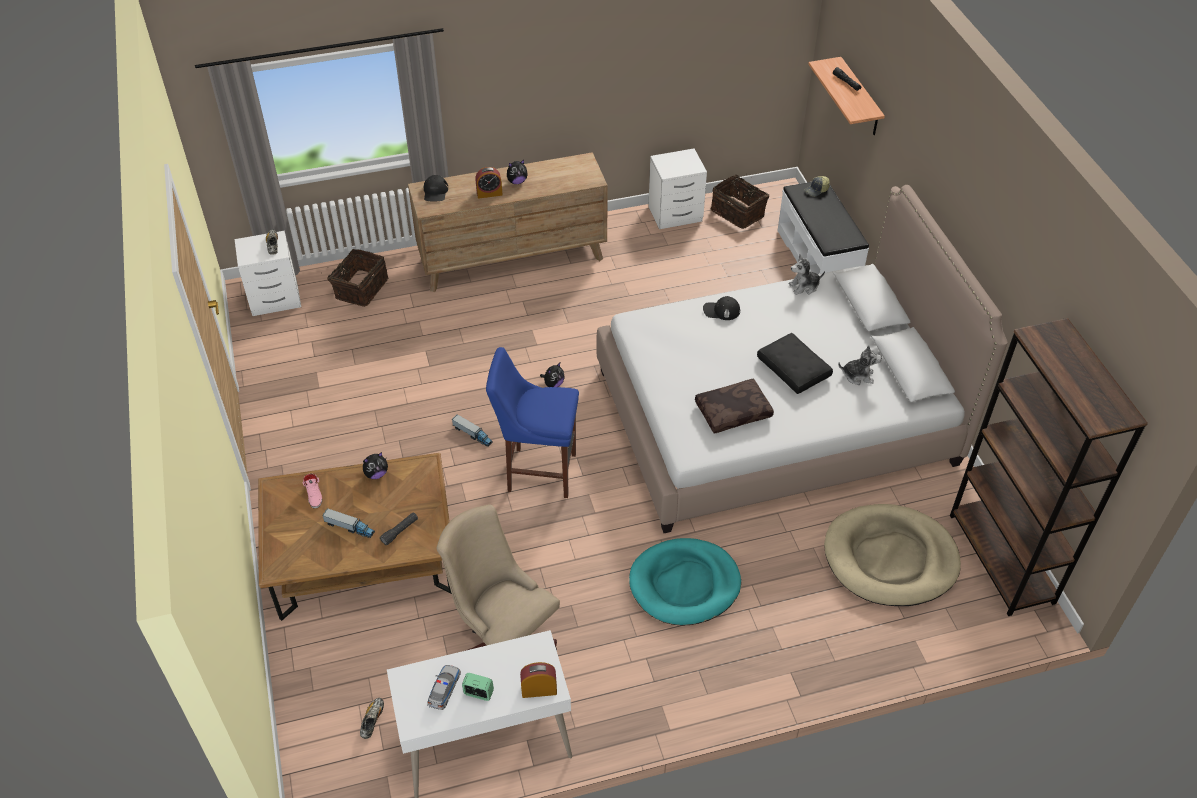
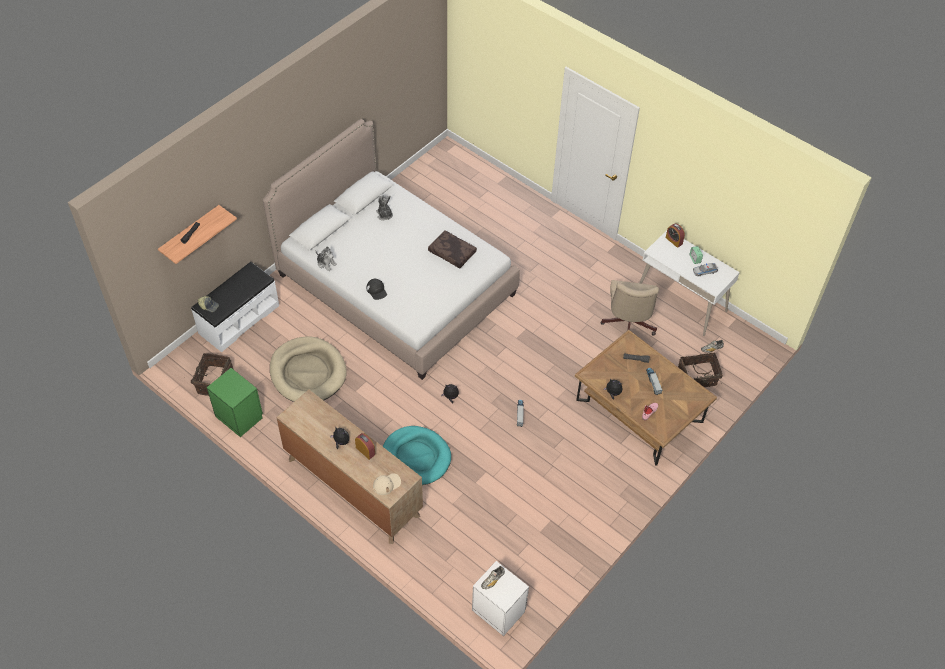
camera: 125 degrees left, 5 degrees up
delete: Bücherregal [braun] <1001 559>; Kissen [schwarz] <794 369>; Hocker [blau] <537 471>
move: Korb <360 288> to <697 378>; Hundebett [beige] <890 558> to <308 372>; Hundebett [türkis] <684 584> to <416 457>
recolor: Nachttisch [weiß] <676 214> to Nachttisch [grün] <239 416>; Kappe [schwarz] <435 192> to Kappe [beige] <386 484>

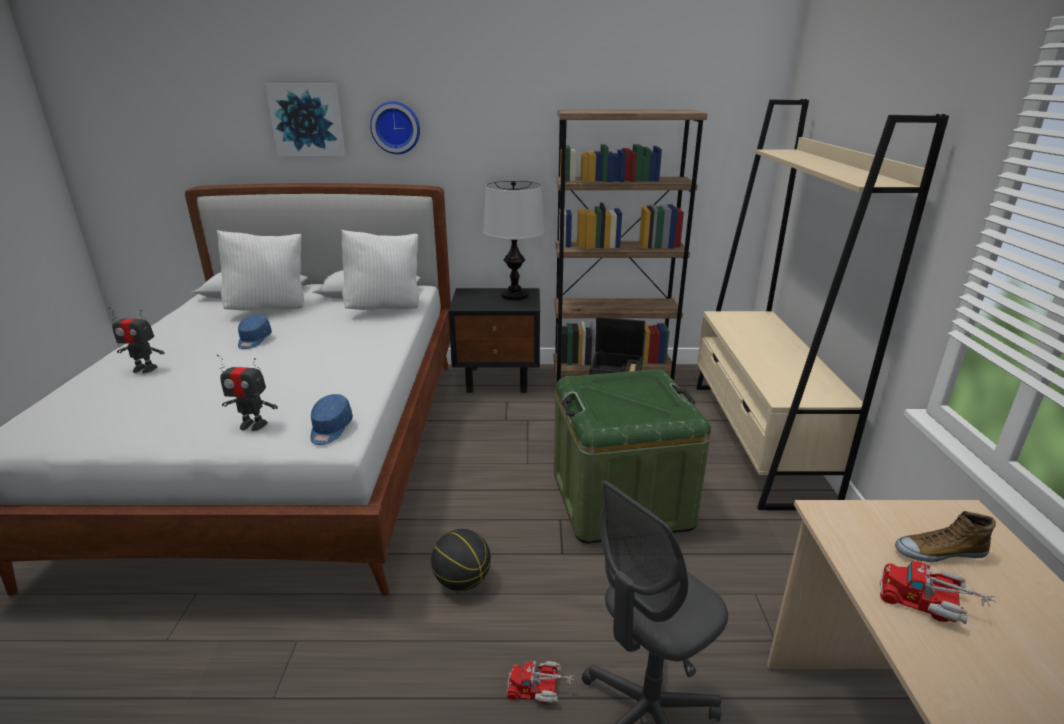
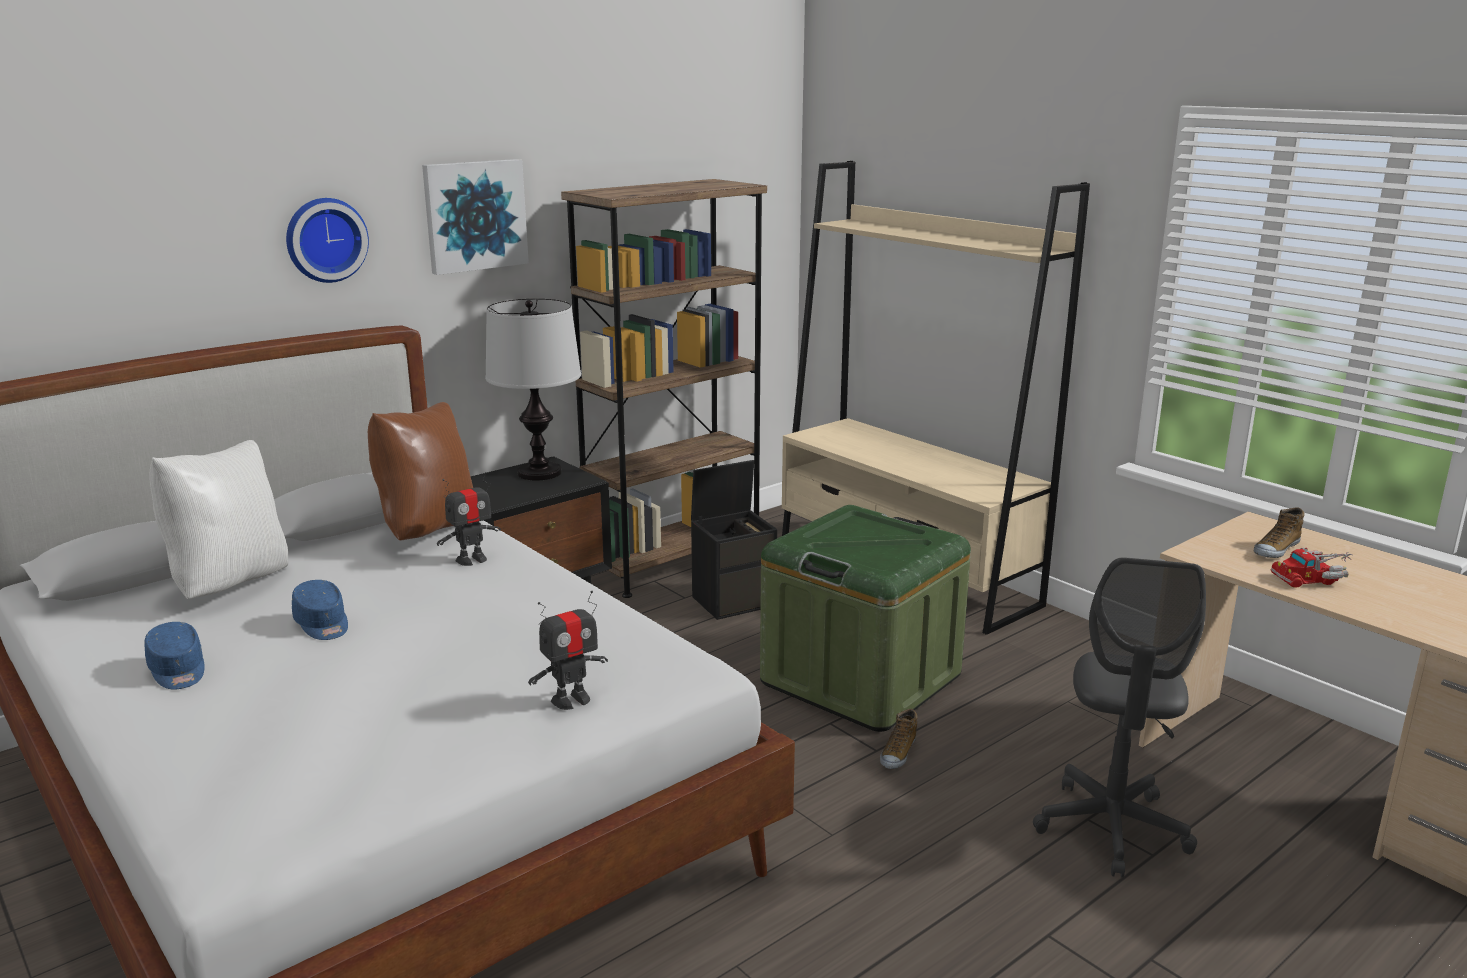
camera: 40 degrees left, 5 degrees down
delete: Basketball <462 581>; Spielzeuglaster <540 688>
insert: Schuh <897 753>
move: Bild <307 120> to <475 215>; Spielzeugroboter <144 369> to <471 560>; Kappe [blau] <330 429> to <178 671>
recolor: Kissen [weiß] <385 308> to Kissen [braun] <427 530>

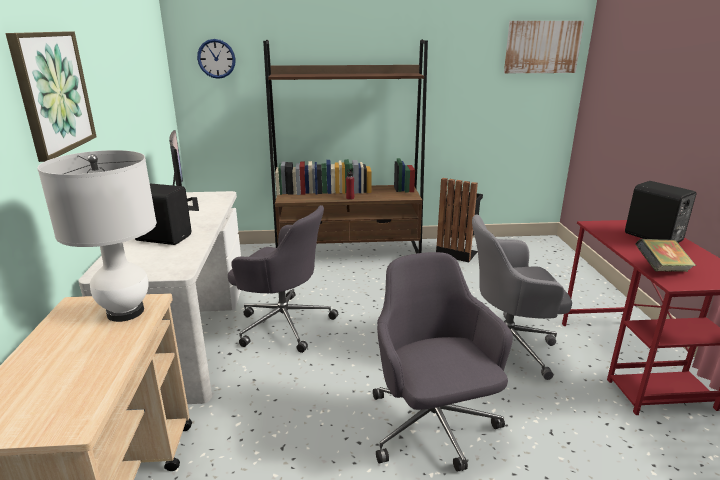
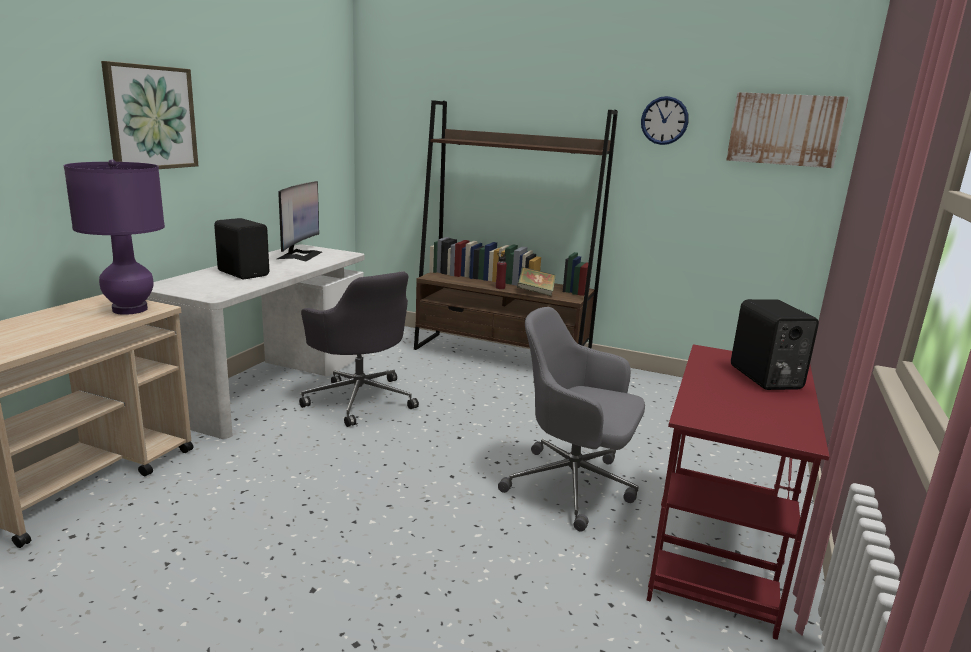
camera: 25 degrees right, 5 degrees down
delete: Mülleimer [schwarz] <457 252>; Bürostuhl [grau] <432 426>
move: Wanduhr <216 58> to <664 120>; Buch <661 270> to <535 292>
recolor: Tischlampe [weiß] <126 312> to Tischlampe [lila] <130 310>

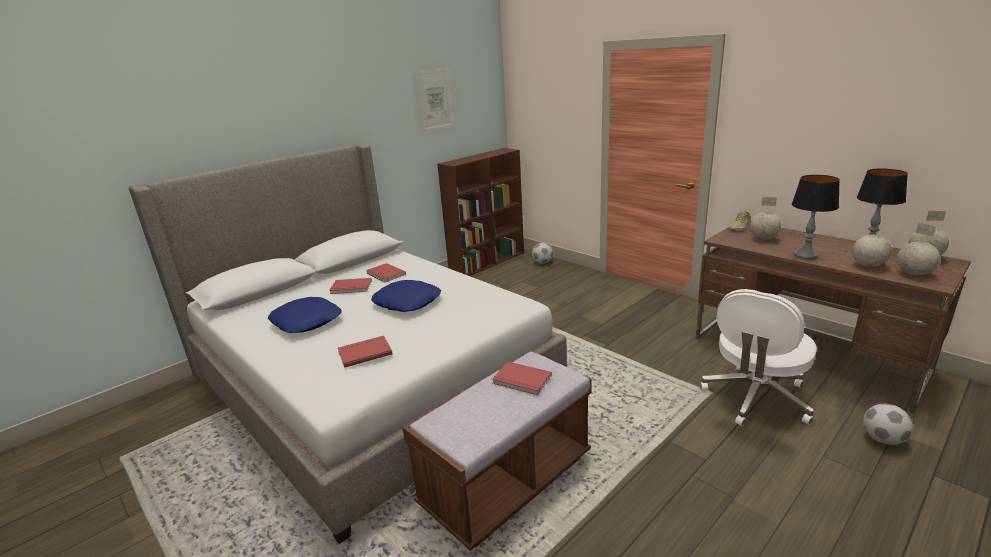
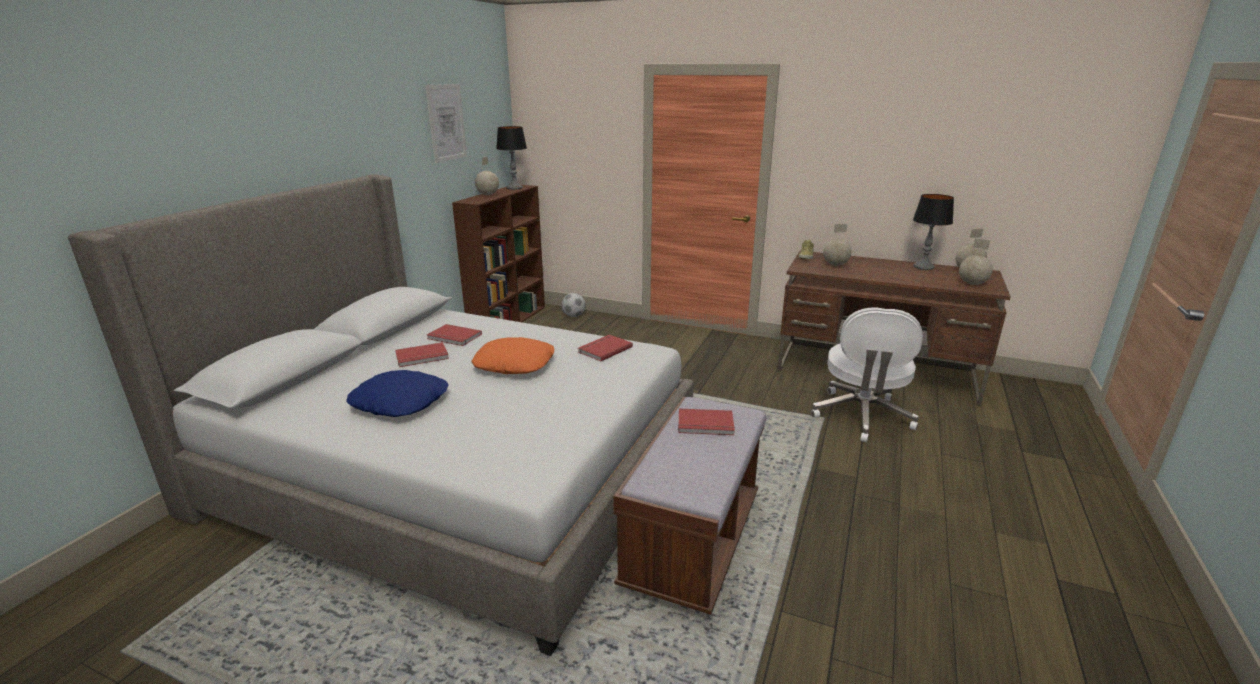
camera: 25 degrees left, 0 degrees up
delete: Fußball <883 439>
move: Tischlampe <805 255> to <514 188>; Globus <867 265> to <487 195>; Buch [rot] <364 352> to <604 349>
recolor: Kissen [blau] <407 302> to Kissen [orange] <515 364>

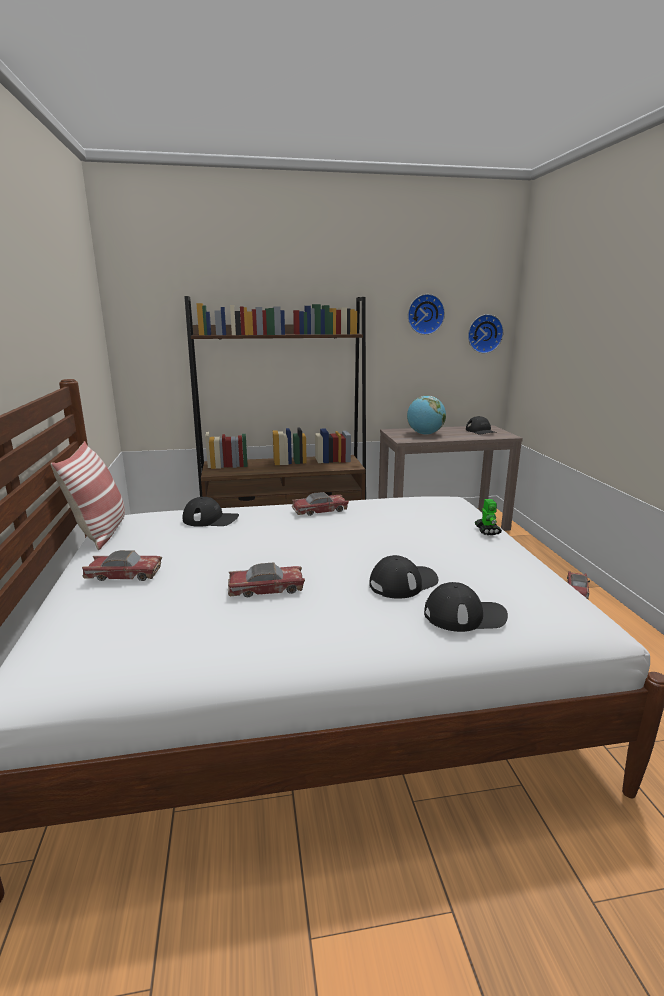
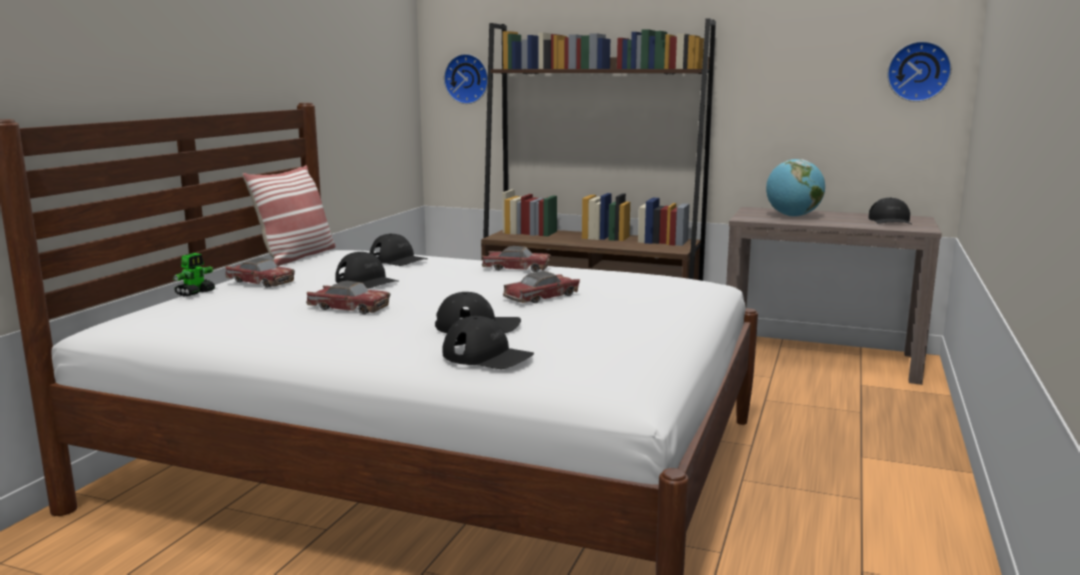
camera: 30 degrees right, 5 degrees down
insert: Kappe [schwarz] <367 281>
move: Wanduhr <425 314> to <467 79>; Spielzeugroboter <487 530> to <195 293>; Spielzeugauto <577 589> to <541 297>

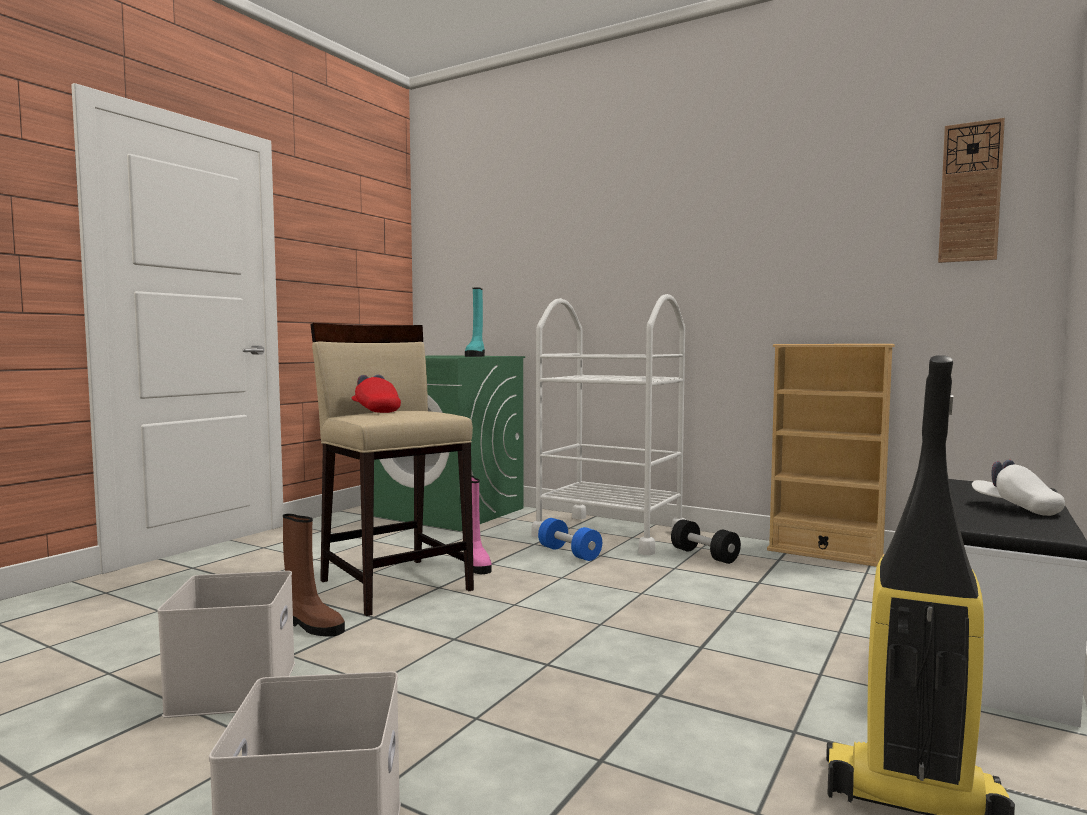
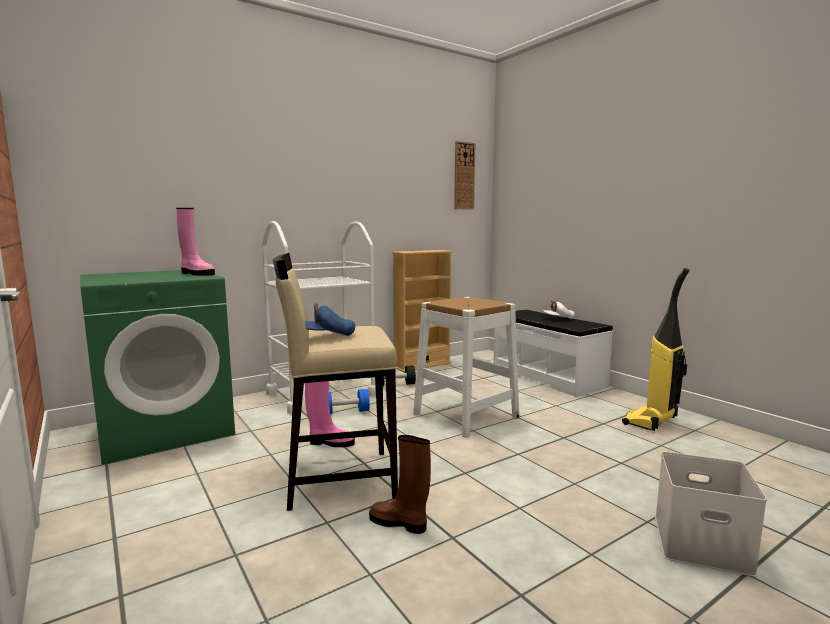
camera: 65 degrees left, 5 degrees up
delete: Aufbewahrungsbox [weiß] <232 686>
insert: Hocker [weiß] <465 415>
recolor: Stiefel [türkis] <475 356> to Stiefel [rosa] <196 274>; Kappe [rot] <375 410> to Kappe [blau] <327 335>
rotate: Stiefel [braun] <312 626> = <399 523> 120 degrees counterclockwise

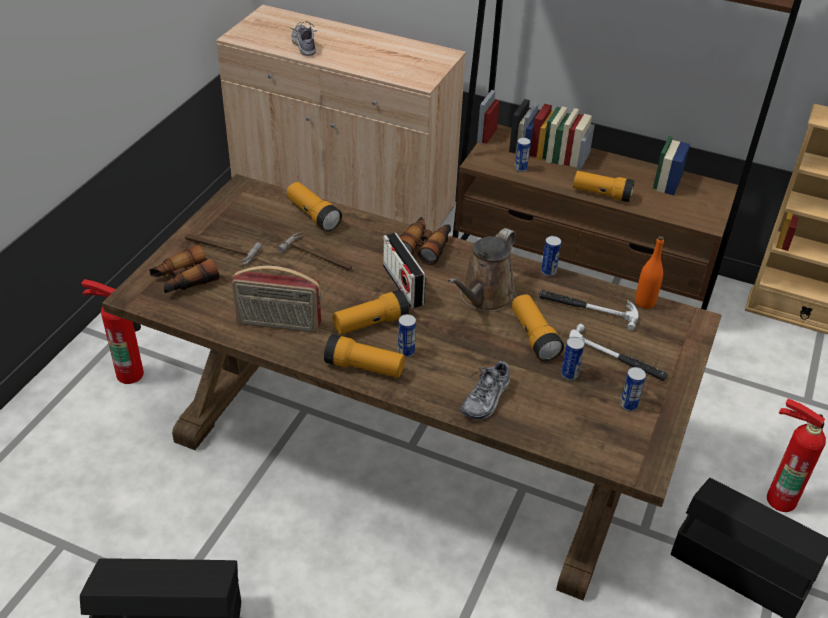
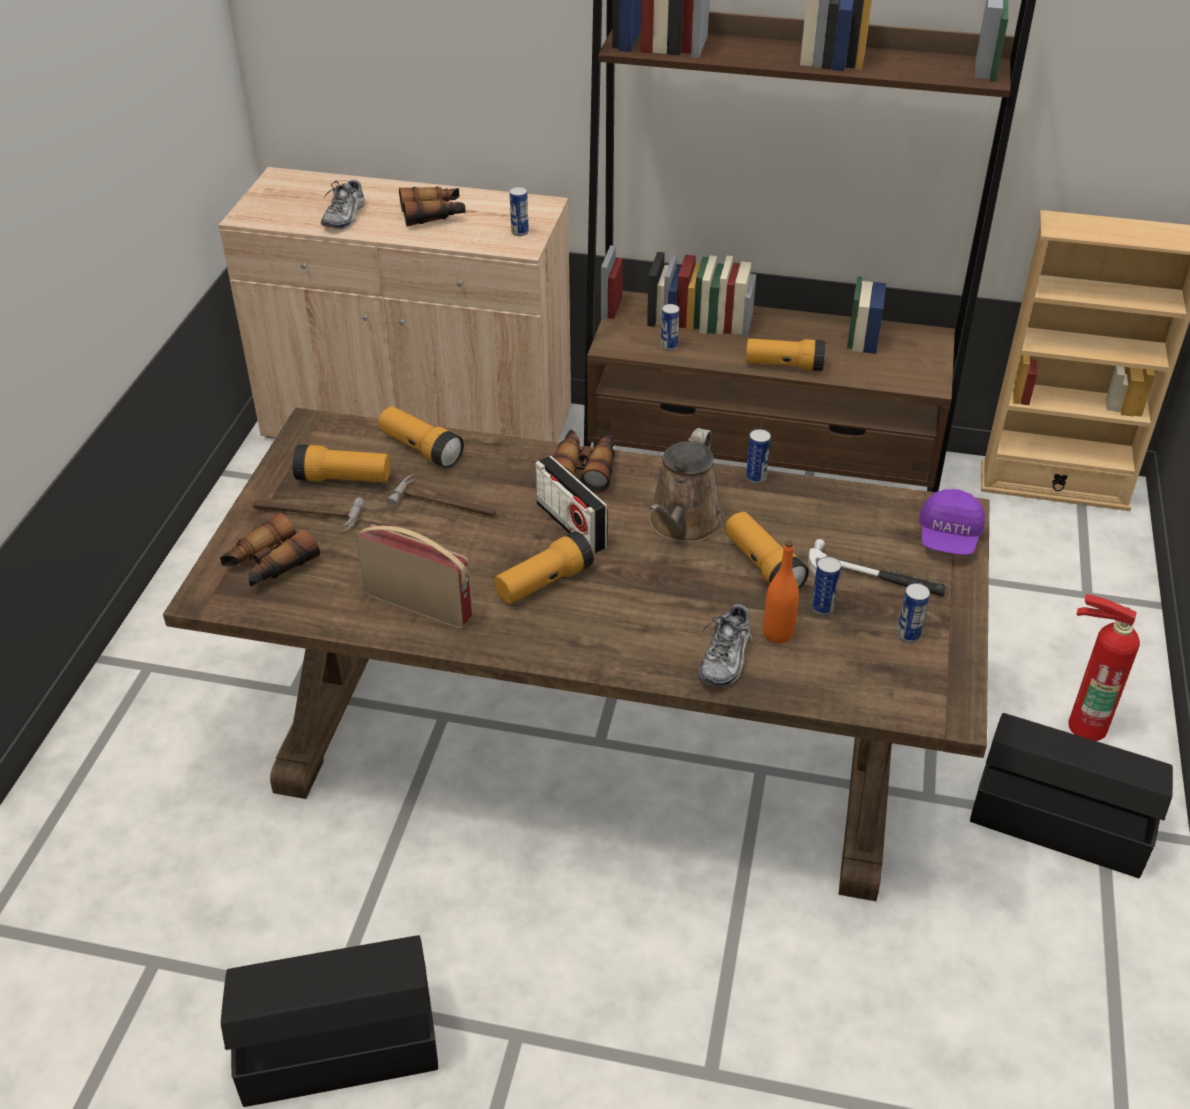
camera: 10 degrees left, 0 degrees up
delete: Feuerlöscher <129 372>; Hammer <588 308>
insert: Fernglas <433 214>; Kappe [lila] <948 537>
move: Flasche [orange] <644 302> to <778 634>; Dose <406 352> to <519 232>; Taschenlampe <364 367> to <344 479>
rotate: Schuh <304 45> = <345 216> 135 degrees counterclockwise; Radio <278 324> = <419 604> 150 degrees counterclockwise

